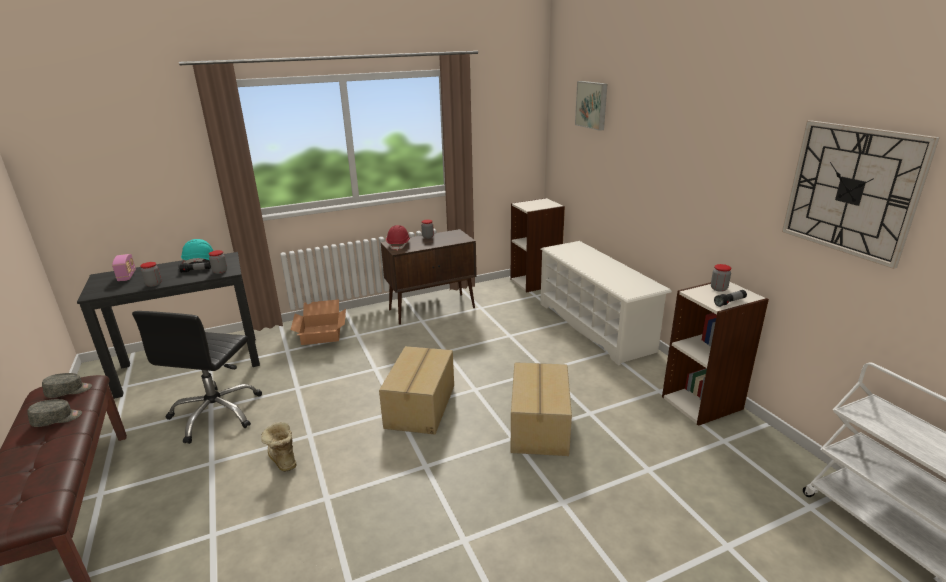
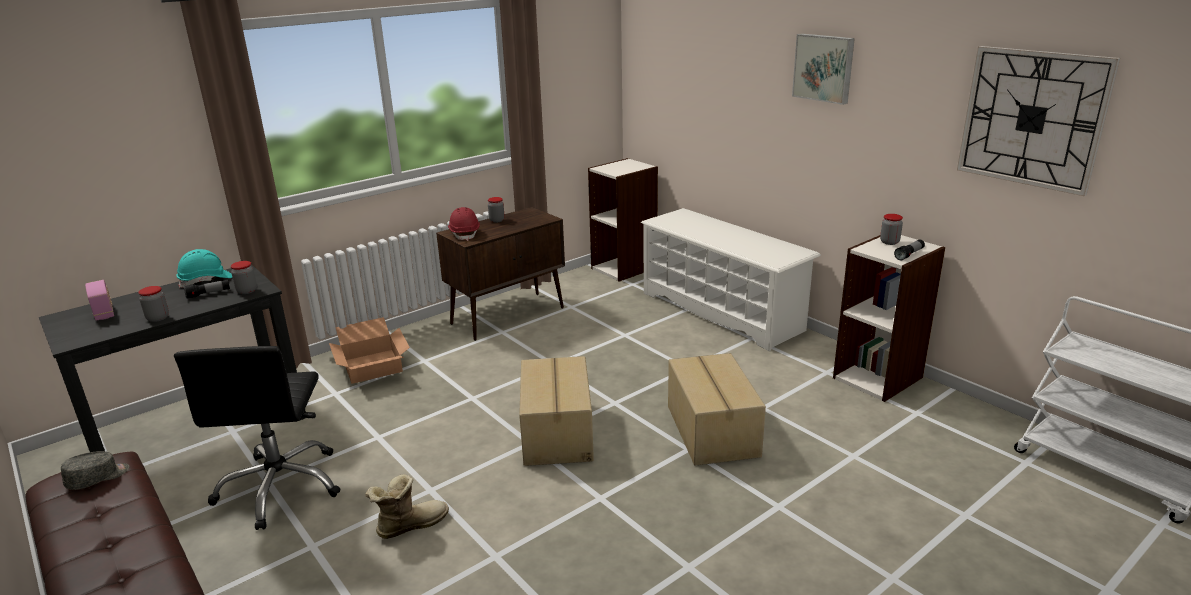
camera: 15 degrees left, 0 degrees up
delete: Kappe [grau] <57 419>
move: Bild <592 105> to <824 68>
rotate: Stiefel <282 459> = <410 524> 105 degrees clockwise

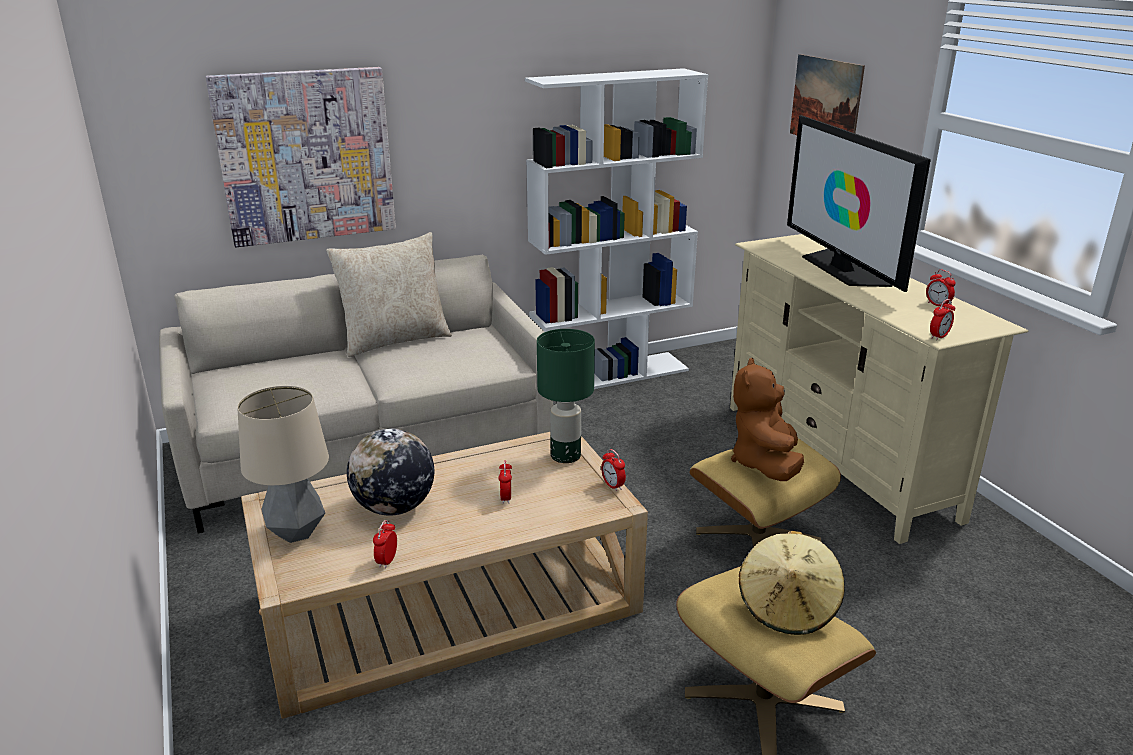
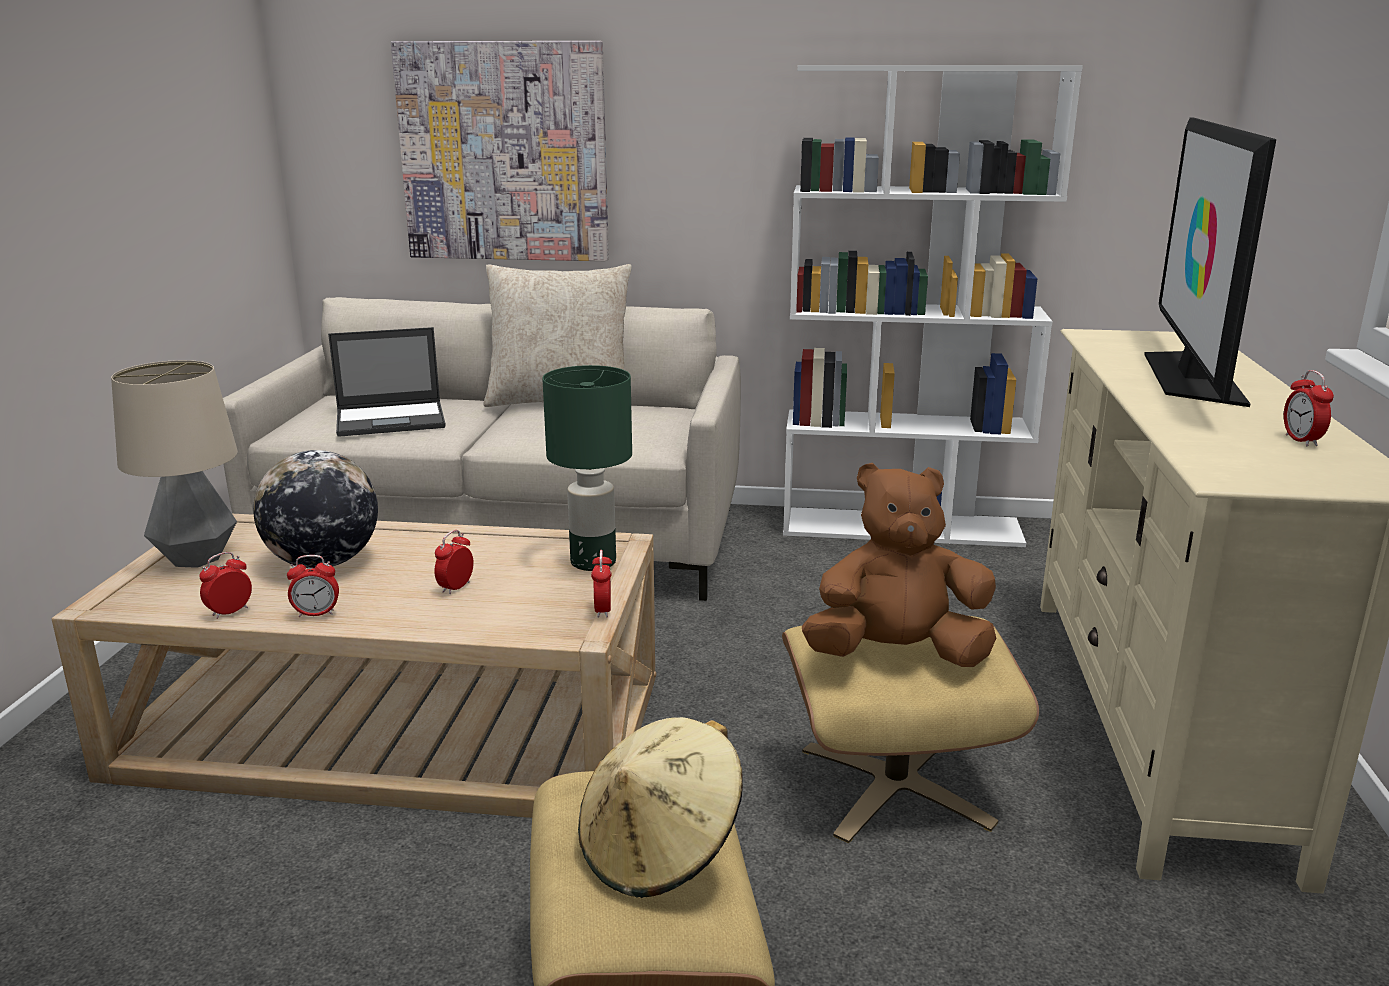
camera: 30 degrees right, 5 degrees down
delete: Bild <825 101>
insert: Laptop <392 419>
move: Wecker <939 336> to <316 613>
rotate: Plüschtier [braun] <765 464> = <897 655> 45 degrees clockwise

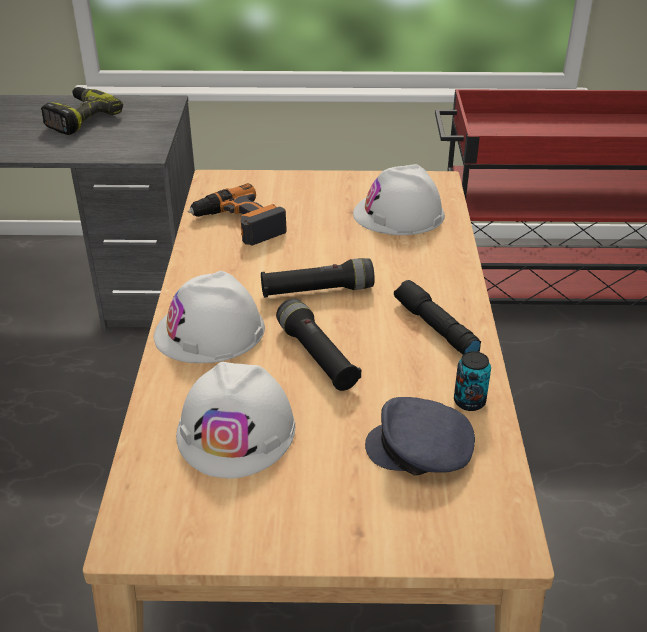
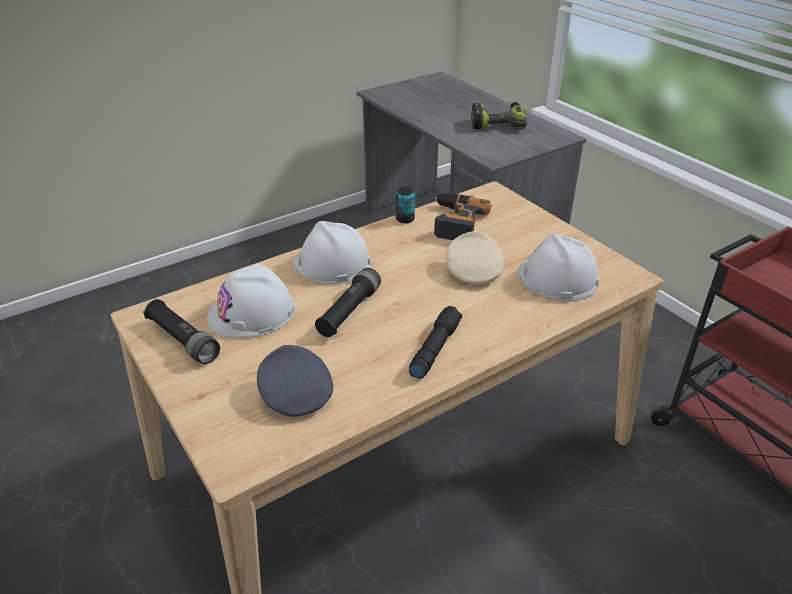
camera: 55 degrees right, 0 degrees up
insert: Kappe [beige] <473 270>
move: Taschenlampe [schwarz] <317 291> to <183 340>; Dose <469 402> to <405 219>

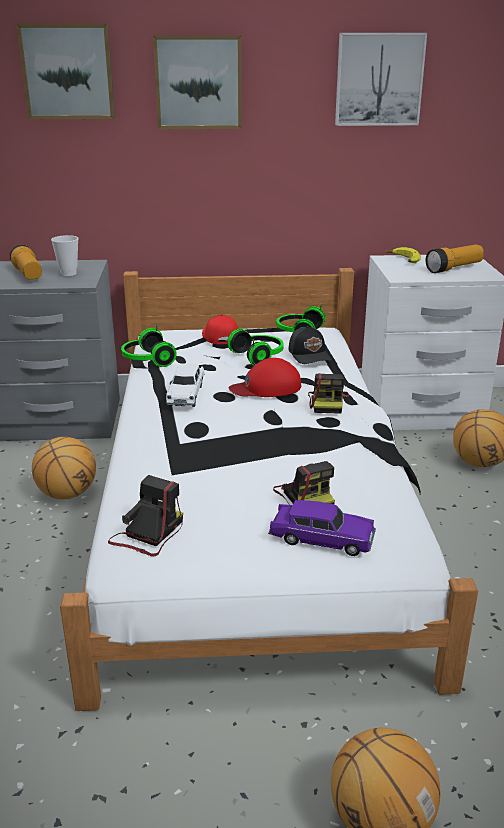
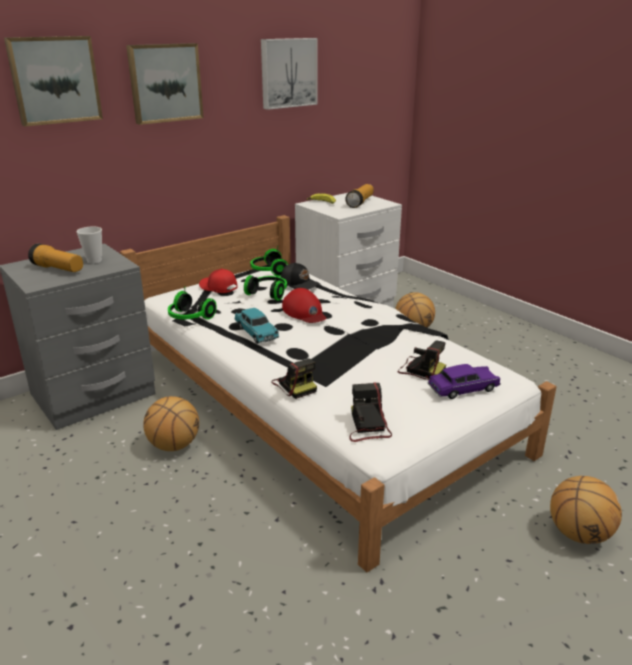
camera: 35 degrees left, 0 degrees up
move: Kamera <328 402> to <295 385>
recolor: Spielzeugauto [weiß] <186 395> to Spielzeugauto [türkis] <256 333>
rotate: Kappe [rot] <266 387> = <304 312> 75 degrees counterclockwise

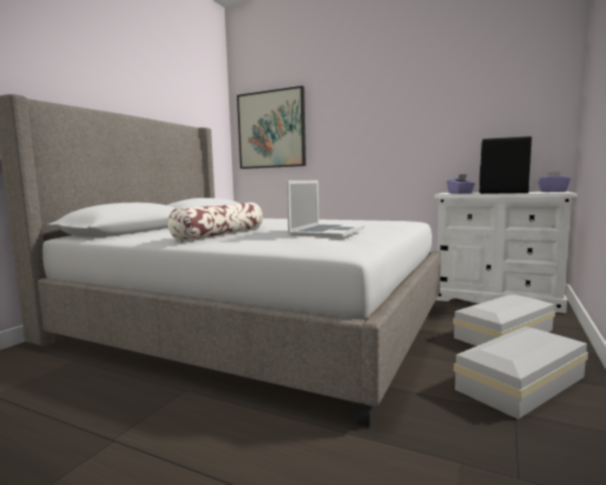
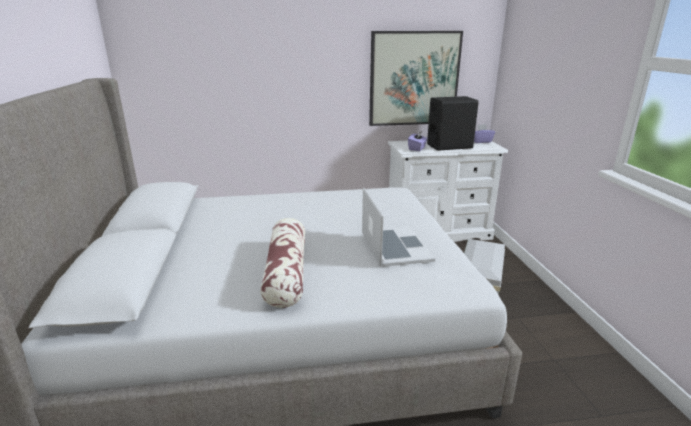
camera: 35 degrees left, 15 degrees up
delete: Aufbewahrungsbox [weiß] <523 383>
move: Bild <271 129> to <414 79>

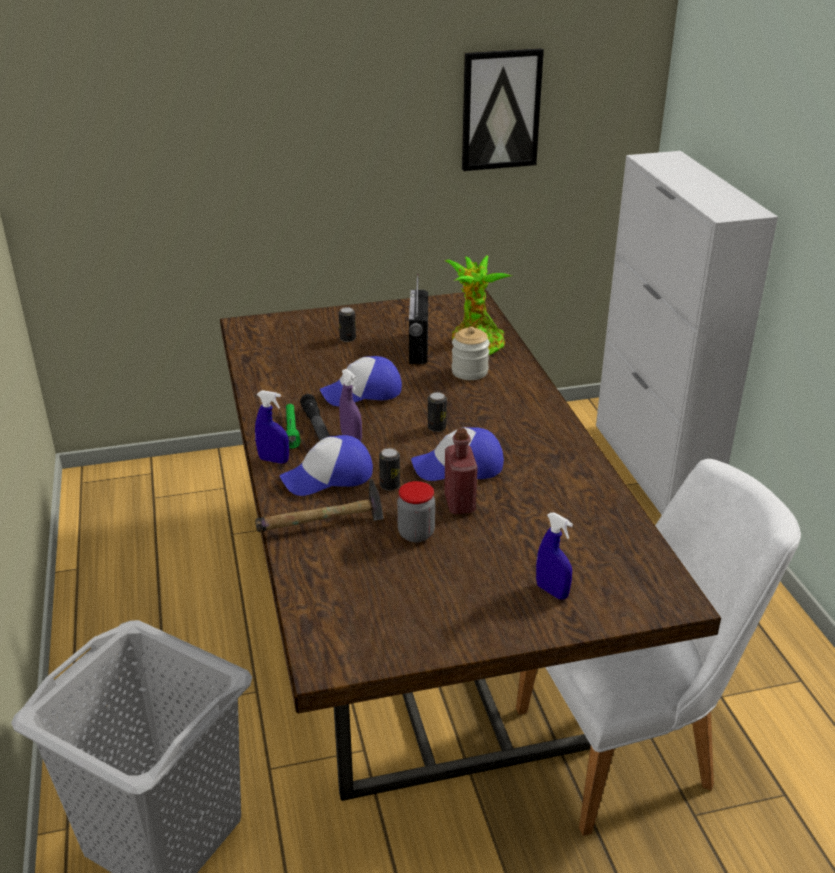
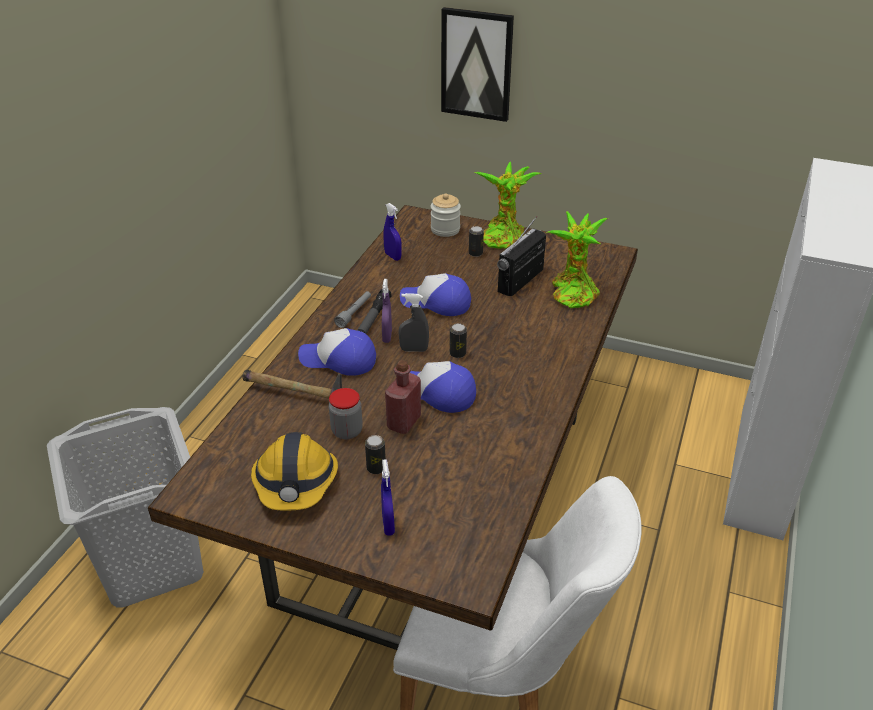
camera: 35 degrees right, 5 degrees up
insert: Topfpflanze <503 236>; Sprühflasche [grau] <414 350>; Schutzhelm <296 482>
move: Bild <500 109> to <476 64>; Vorratsglas <469 372> to <445 230>; Sprühflasche [blau] <273 460> to <393 256>; Dose <389 485> to <376 468>
recolor: Taschenlampe [grün] <291 430> to Taschenlampe [grau] <354 313>

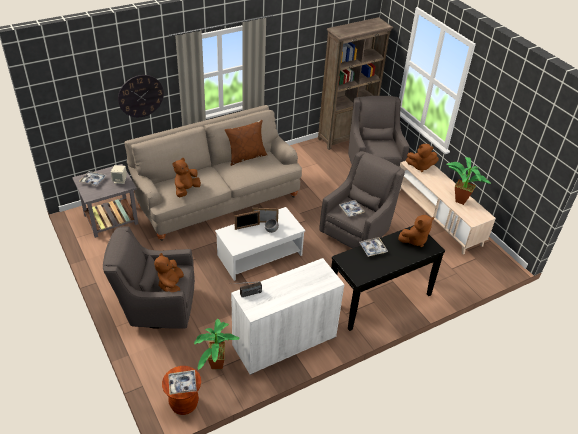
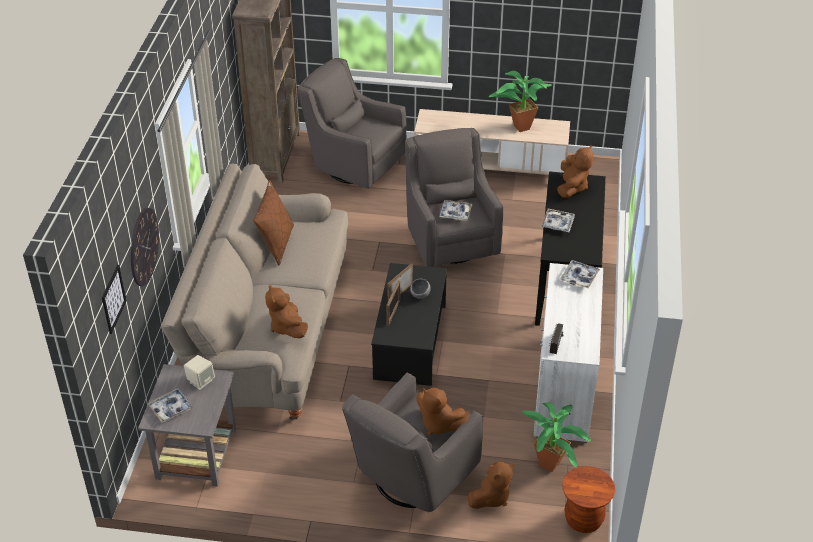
camera: 50 degrees left, 0 degrees up
insert: Bild <113 299>
move: Plüschtier [braun] <420 166> to <491 497>; Tablett <182 384> to <579 277>
recolor: Couchtisch [weiß] <260 255> to Couchtisch [schwarz] <410 341>

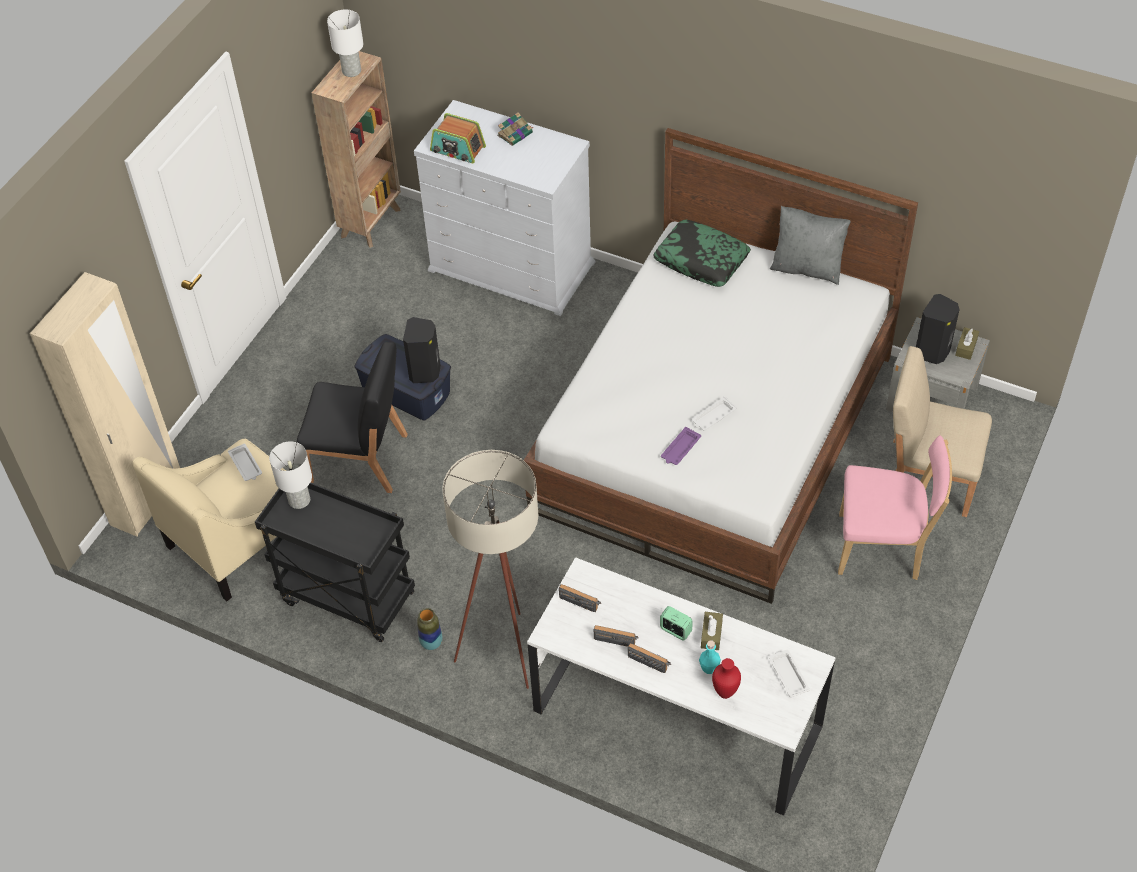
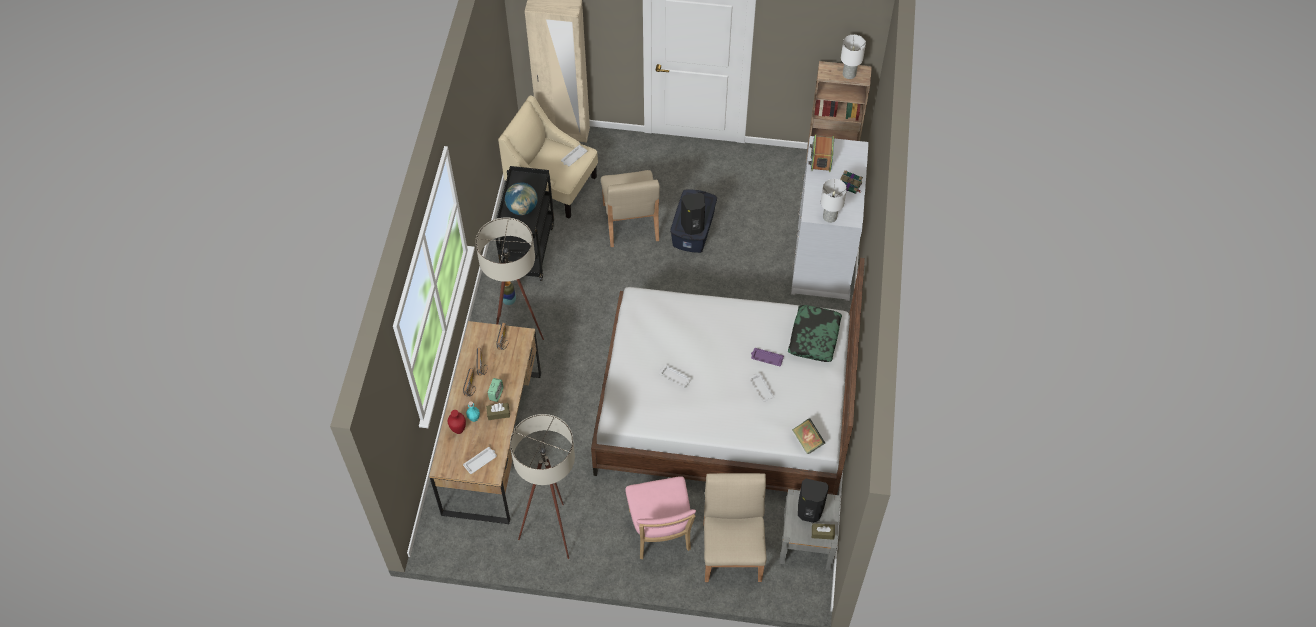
camera: 70 degrees right, 5 degrees up
delete: Kissen [grau] <807 268>
insert: Globus <522 208>; Tablett [weiß] <761 387>; Stehlampe [beige] <553 528>; Buch <807 441>
move: Tablett [lila] <680 449> to <766 358>; Tischlampe [weiß] <298 500> to <829 217>
recolor: Stuhl [schwarz] <359 459> to Stuhl [beige] <630 223>; Schreibtisch [weiß] <677 718> to Schreibtisch [braun] <493 442>

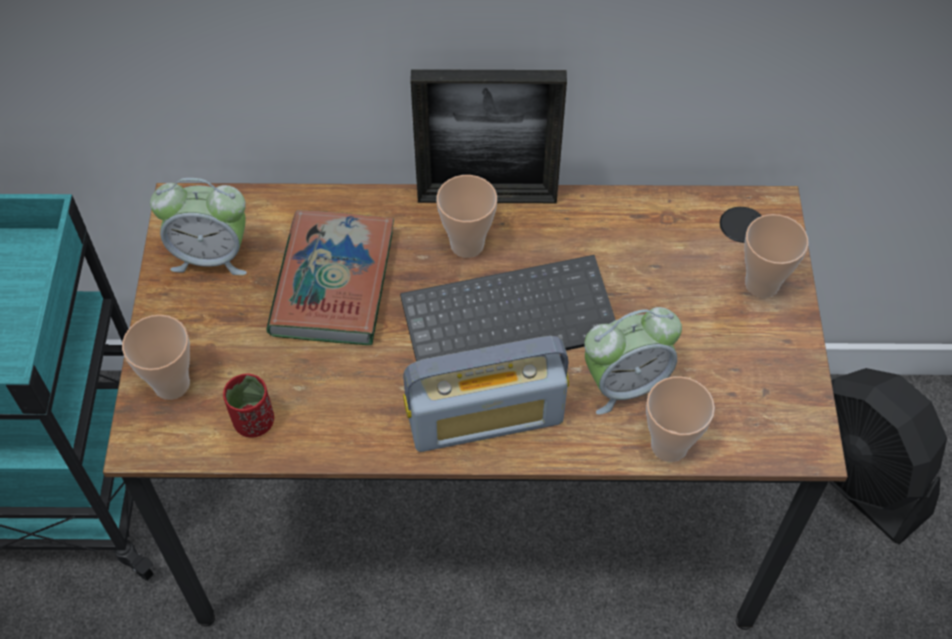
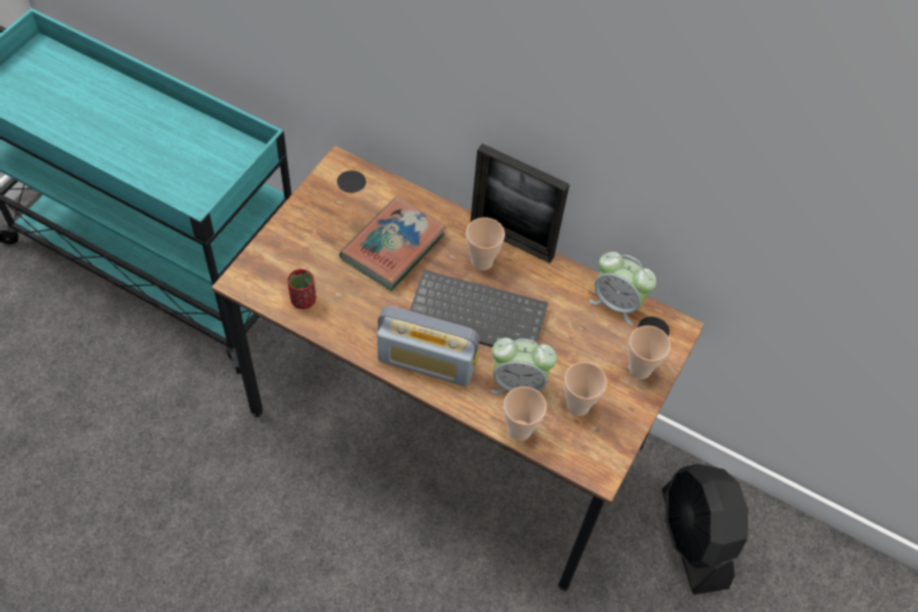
camera: 25 degrees right, 0 degrees up
move: Wecker <211 255> to <617 303>; Tasse <171 384> to <577 405>

